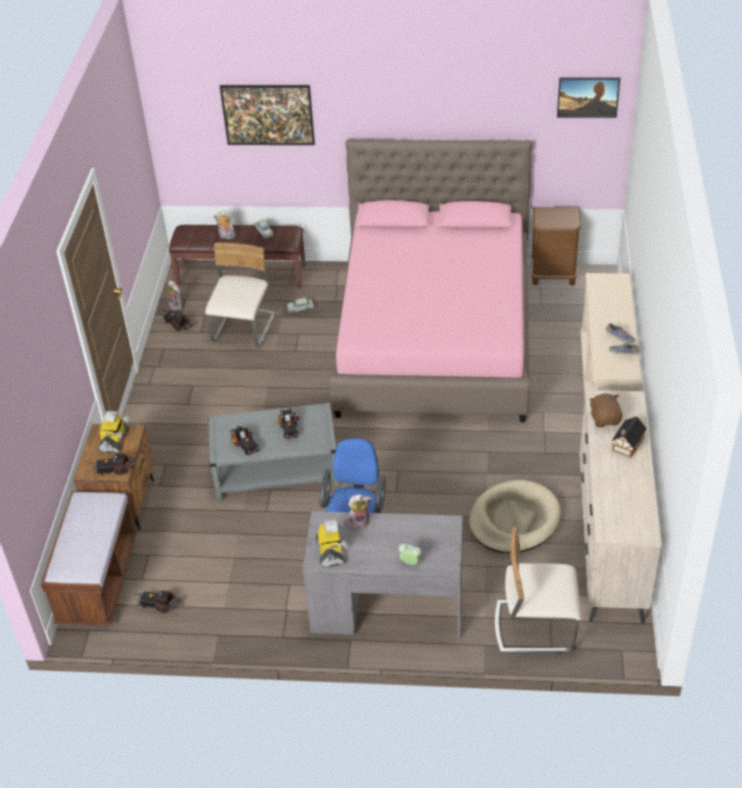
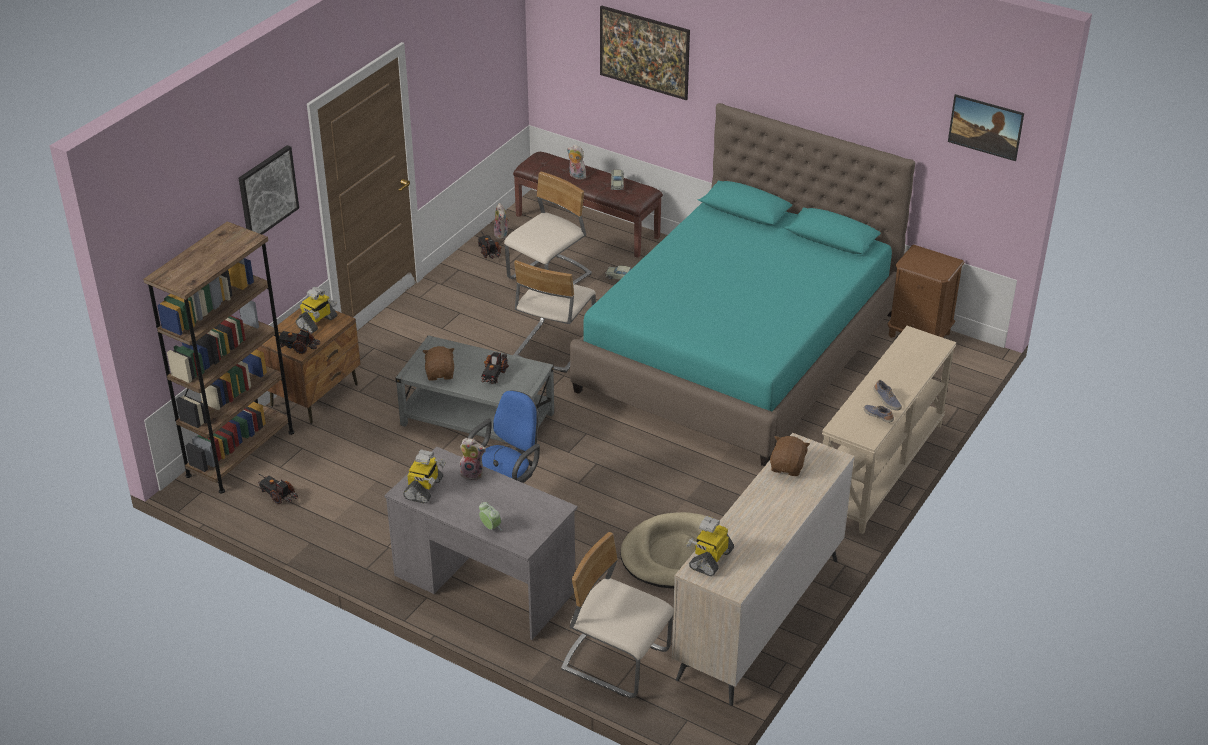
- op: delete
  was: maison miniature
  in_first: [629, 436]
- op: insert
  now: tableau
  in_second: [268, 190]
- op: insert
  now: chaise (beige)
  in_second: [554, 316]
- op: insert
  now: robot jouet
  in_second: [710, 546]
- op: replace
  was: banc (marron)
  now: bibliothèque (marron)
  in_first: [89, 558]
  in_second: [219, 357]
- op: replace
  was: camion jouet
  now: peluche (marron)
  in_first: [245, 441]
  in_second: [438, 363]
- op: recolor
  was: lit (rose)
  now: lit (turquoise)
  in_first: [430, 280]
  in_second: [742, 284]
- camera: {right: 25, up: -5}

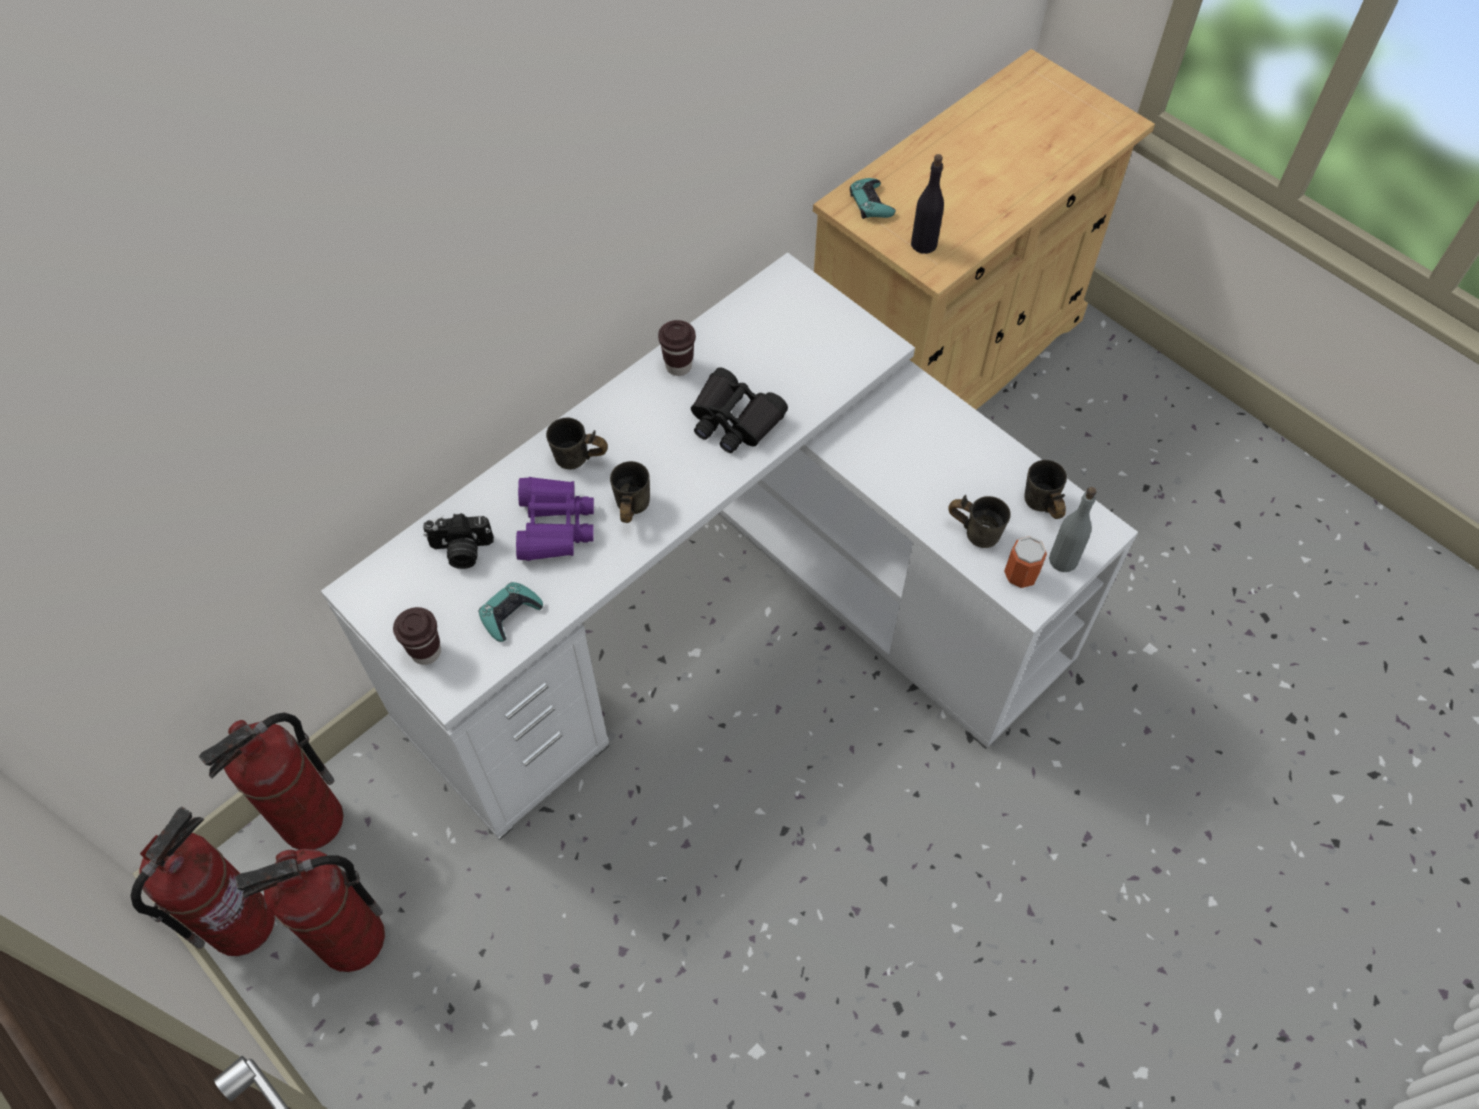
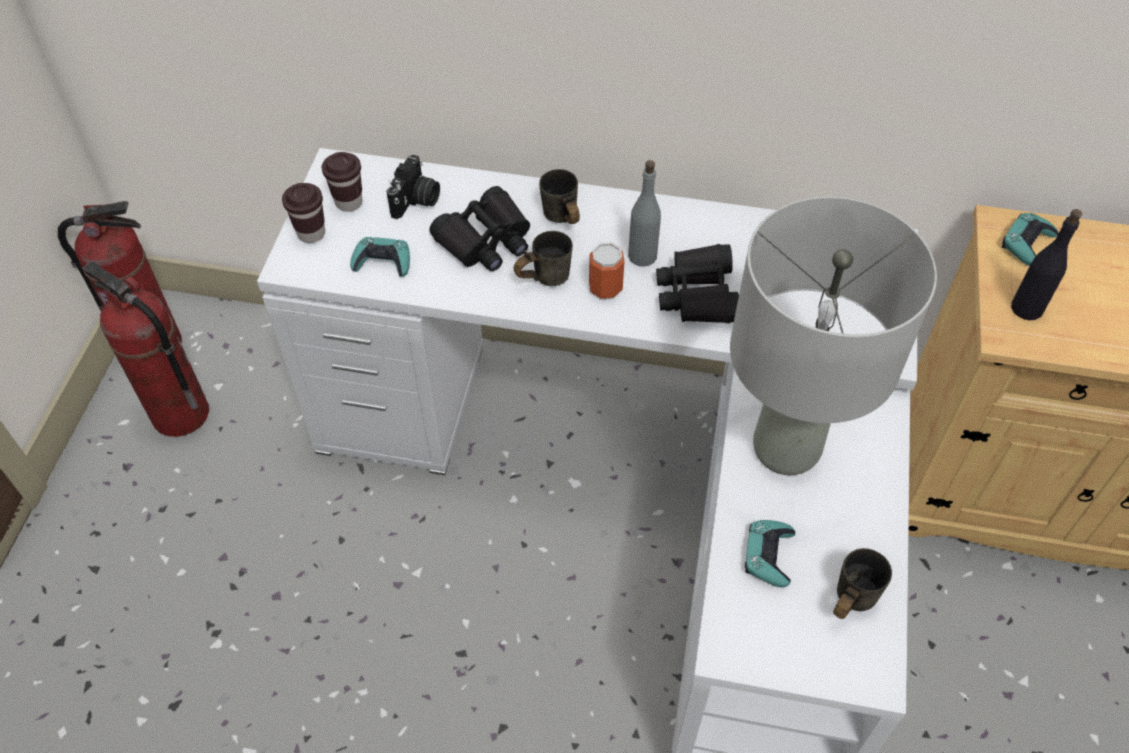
- op: delete
  was: extincteur
  in_first: [271, 781]
- op: insert
  now: lampe de table (gris)
  in_second: [833, 336]
- op: move
  was: tasse (marron)
  in_first: [677, 348]
  in_second: [342, 182]
- op: move
  was: boîte métallique
  in_first: [1025, 562]
  in_second: [607, 270]
- op: move
  was: bouteille (gris)
  in_first: [1073, 529]
  in_second: [644, 213]
- op: replace
  was: mug (gris)
  now: manette (turquoise)
  in_first: [979, 521]
  in_second: [770, 553]
- op: recolor
  was: jumelles (violet)
  now: jumelles (noir)
  in_first: [555, 519]
  in_second: [479, 228]
- op: rotate
  was: appareil photo
  in_first: [458, 541]
  in_second: [413, 187]
  clockwise: -120
- camera: {right: 55, up: -5}

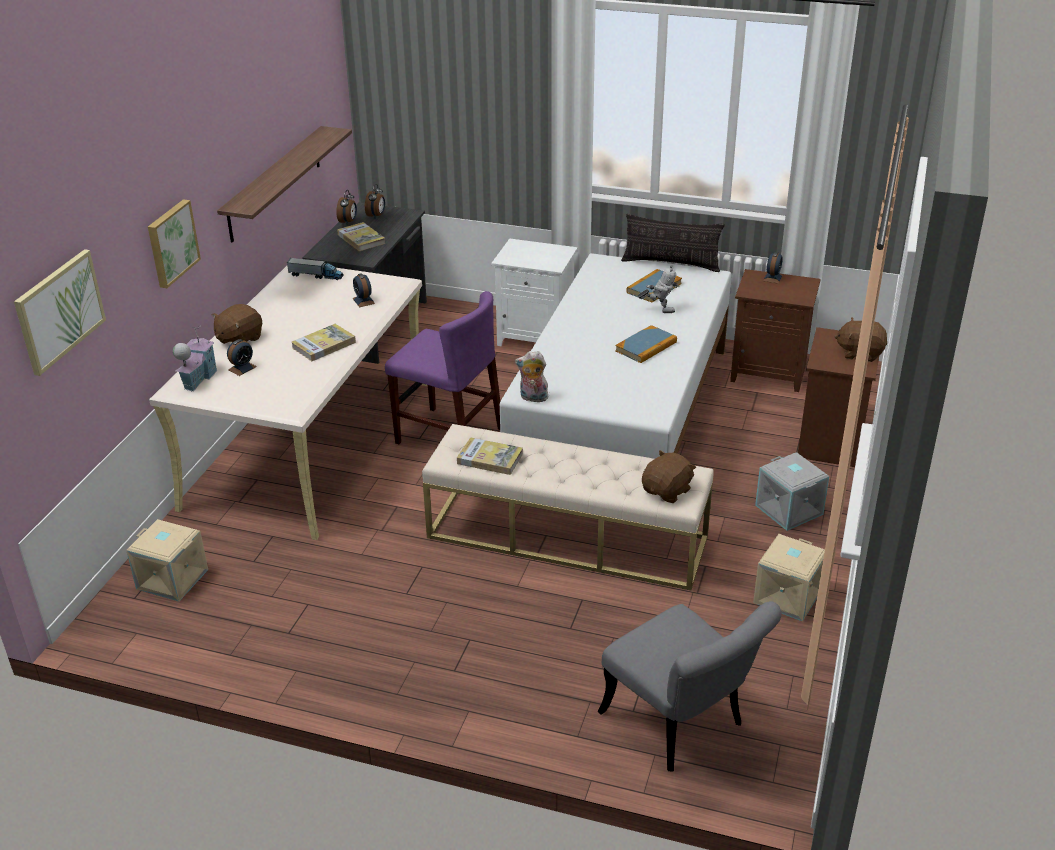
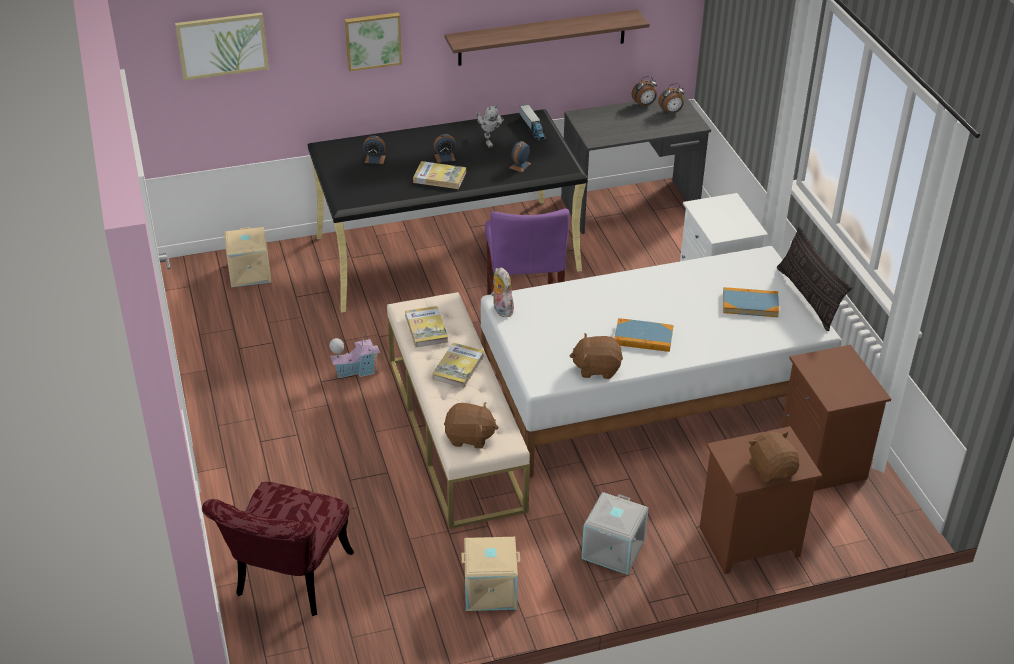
- op: move
  was: maison miniature
  in_first: [195, 359]
  in_second: [354, 355]
- op: move
  was: peluche (marron)
  in_first: [237, 324]
  in_second: [596, 356]
- op: move
  was: livre
  in_first: [361, 236]
  in_second: [458, 365]
- op: move
  was: robot jouet
  in_first: [659, 289]
  in_second: [490, 126]
- op: move
  was: réveil
  in_first: [773, 268]
  in_second: [445, 148]
- op: recolor
  was: bureau (beige)
  now: bureau (noir)
  in_first: [287, 403]
  in_second: [448, 210]
- op: recolor
  was: chaise (gris)
  now: chaise (rouge)
  in_first: [689, 686]
  in_second: [278, 549]
- camera: {right: 55, up: 5}

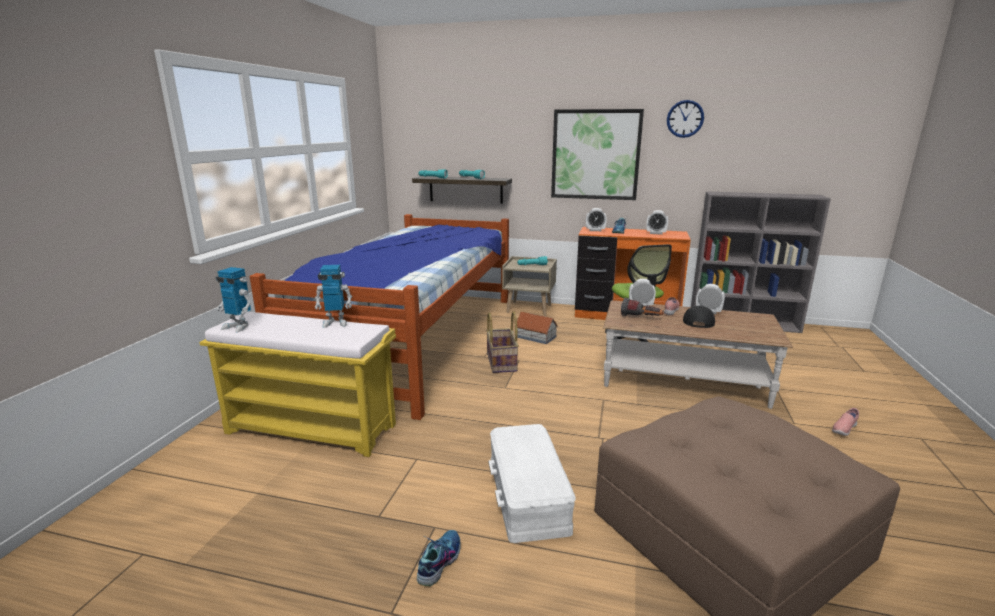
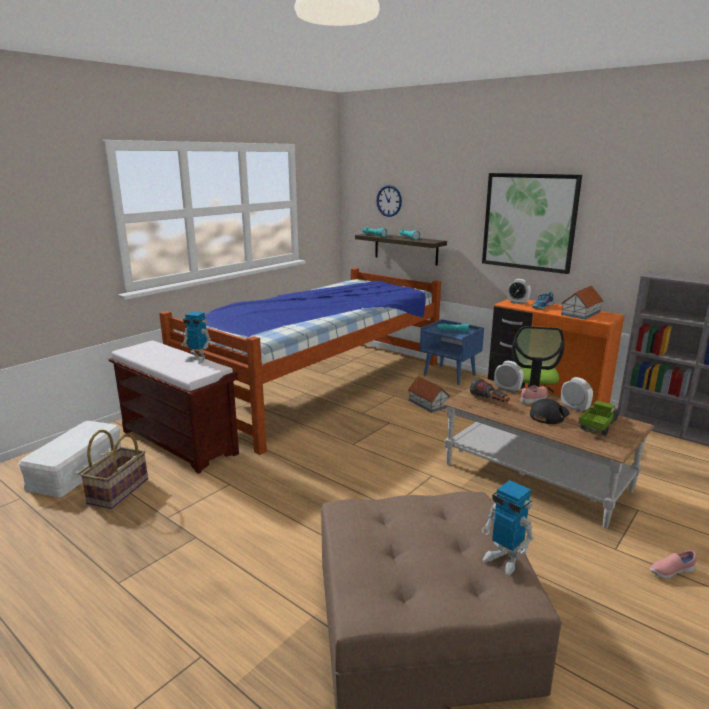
- op: delete
  was: chaussure
  in_first: [438, 558]
- op: insert
  now: camion jouet
  in_second: [598, 418]
- op: move
  was: robot jouet
  in_first: [234, 300]
  in_second: [508, 527]
- op: move
  was: panier
  in_first: [502, 342]
  in_second: [114, 469]
- op: move
  was: boîte de rangement (blanc)
  in_first: [532, 483]
  in_second: [70, 459]
- op: move
  was: horloge murale
  in_first: [685, 119]
  in_second: [389, 201]
- op: replace
  was: réveil
  now: maison miniature
  in_first: [657, 222]
  in_second: [582, 303]
- op: recolor
  was: banc (jaune)
  now: banc (marron)
  in_first: [297, 384]
  in_second: [174, 407]
- op: recolor
  was: table de chevet (beige)
  now: table de chevet (bleu)
  in_first: [529, 286]
  in_second: [452, 352]
- camera: {right: 25, up: 0}

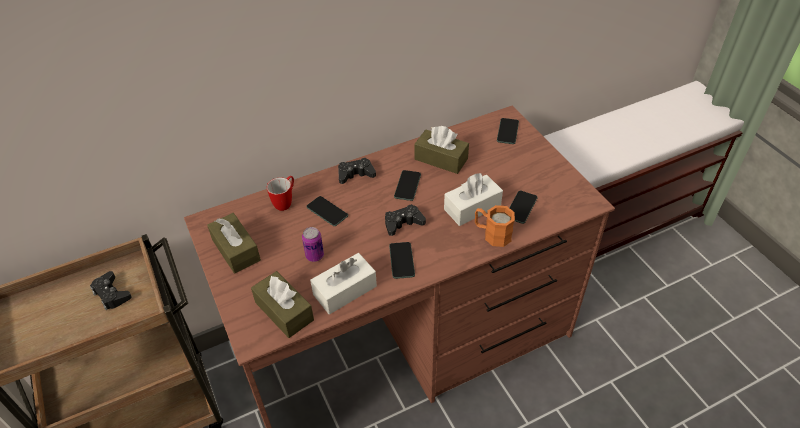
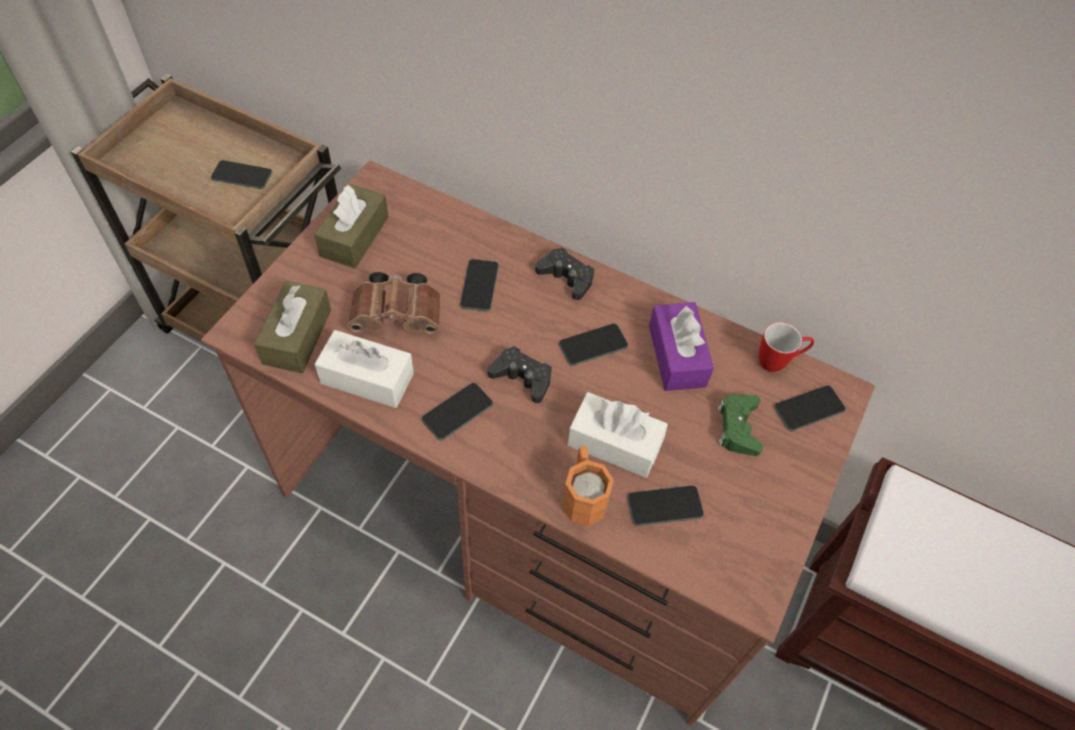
- op: insert
  now: manette (vert)
  in_second: [740, 425]
- op: move
  was: mug
  in_first: [280, 193]
  in_second: [786, 347]
- op: replace
  was: manette (noir)
  now: téléphone
  in_first: [111, 290]
  in_second: [241, 174]
- op: replace
  was: boîte métallique
  now: jumelles (marron)
  in_first: [313, 244]
  in_second: [394, 303]
- op: recolor
  was: boîte à mouchoirs (marron)
  now: boîte à mouchoirs (violet)
  in_first: [441, 150]
  in_second: [681, 346]
- camera: {right: 50, up: 10}

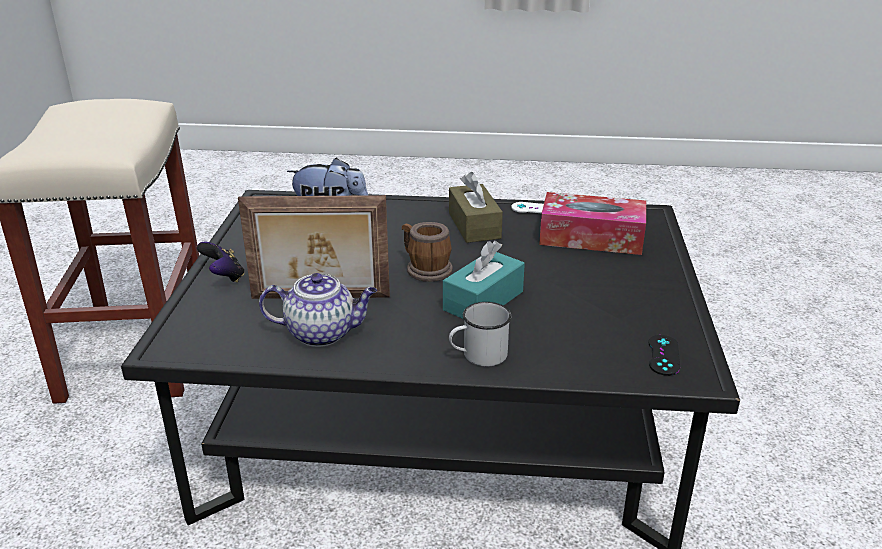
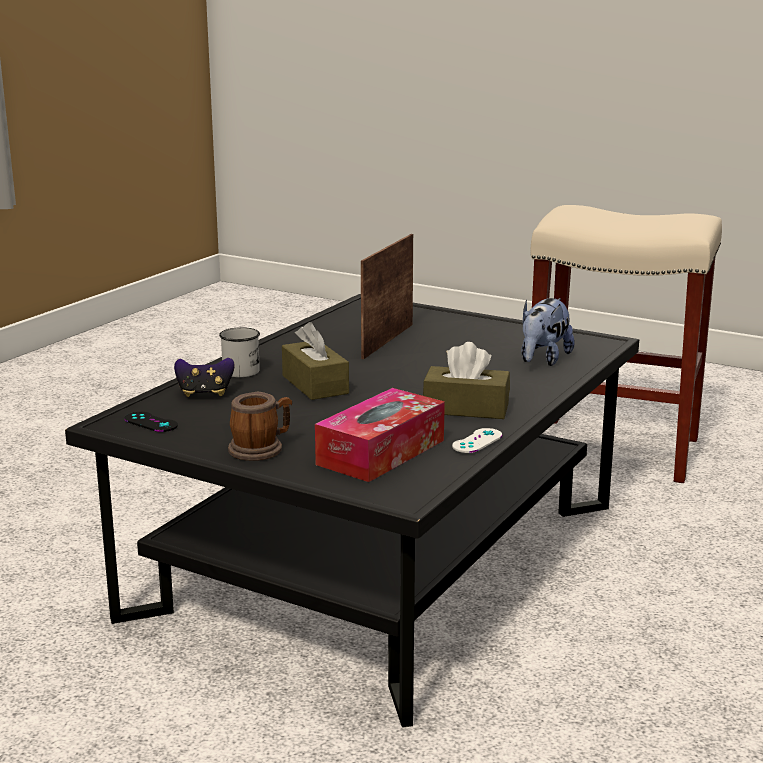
- op: delete
  was: théière
  in_first: [318, 310]
- op: move
  was: manette
  in_first: [221, 262]
  in_second: [204, 377]
- op: move
  was: mug
  in_first: [427, 252]
  in_second: [260, 426]
- op: recolor
  was: boîte à mouchoirs (turquoise)
  now: boîte à mouchoirs (marron)
  in_first: [484, 280]
  in_second: [315, 361]
- camera: {right: 115, up: -10}

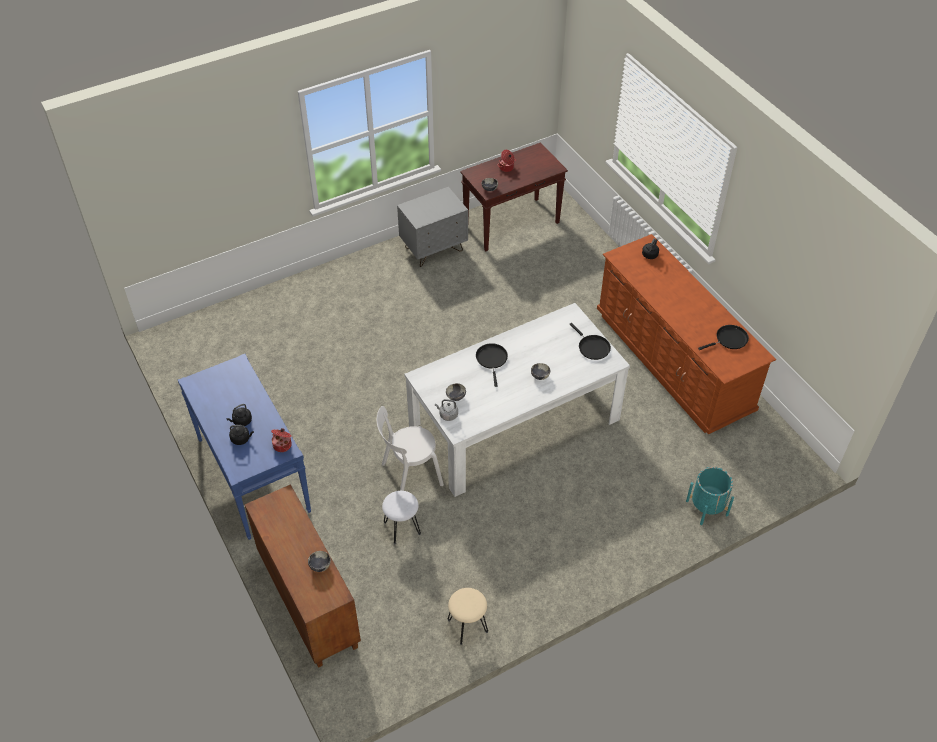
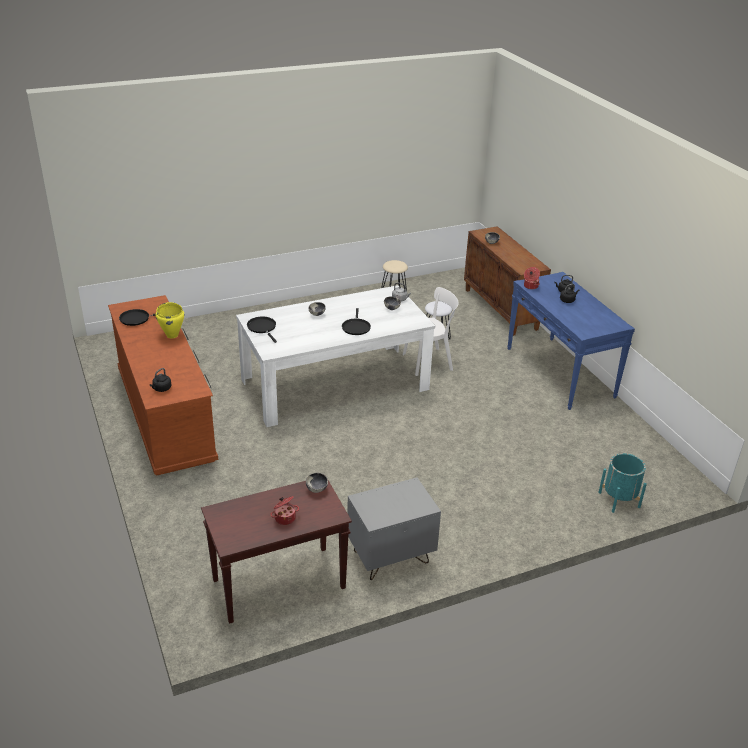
- op: insert
  now: marmite (jaune)
  in_second: [170, 320]
- op: move
  was: cache-pot (turquoise)
  in_first: [710, 496]
  in_second: [622, 483]
- camera: {right: -175, up: -15}

